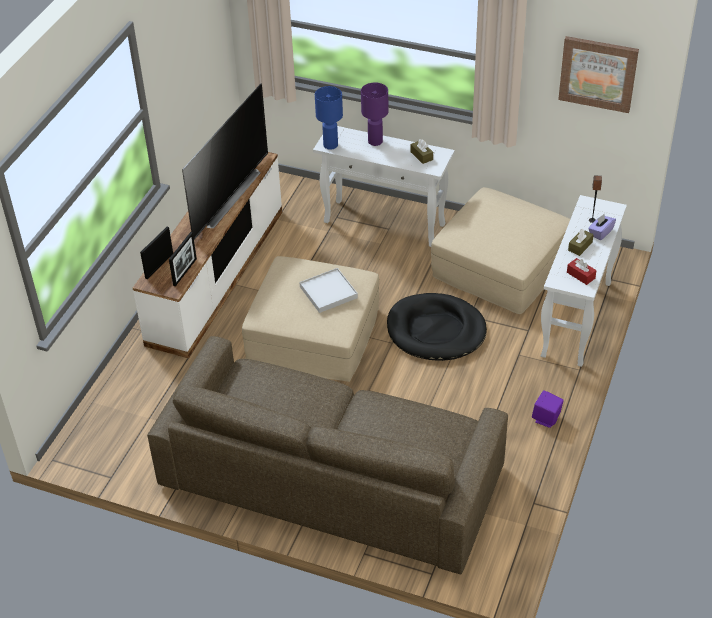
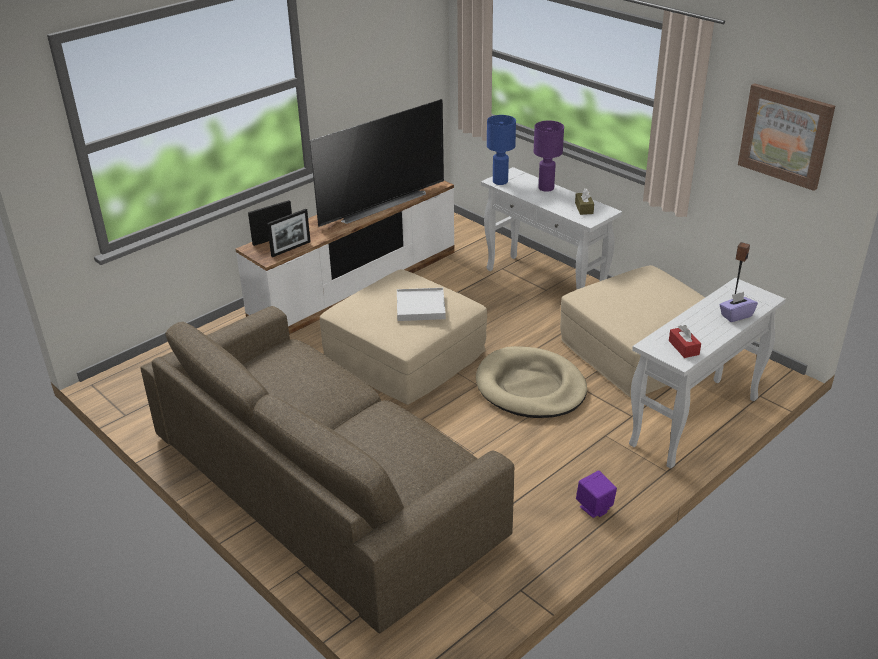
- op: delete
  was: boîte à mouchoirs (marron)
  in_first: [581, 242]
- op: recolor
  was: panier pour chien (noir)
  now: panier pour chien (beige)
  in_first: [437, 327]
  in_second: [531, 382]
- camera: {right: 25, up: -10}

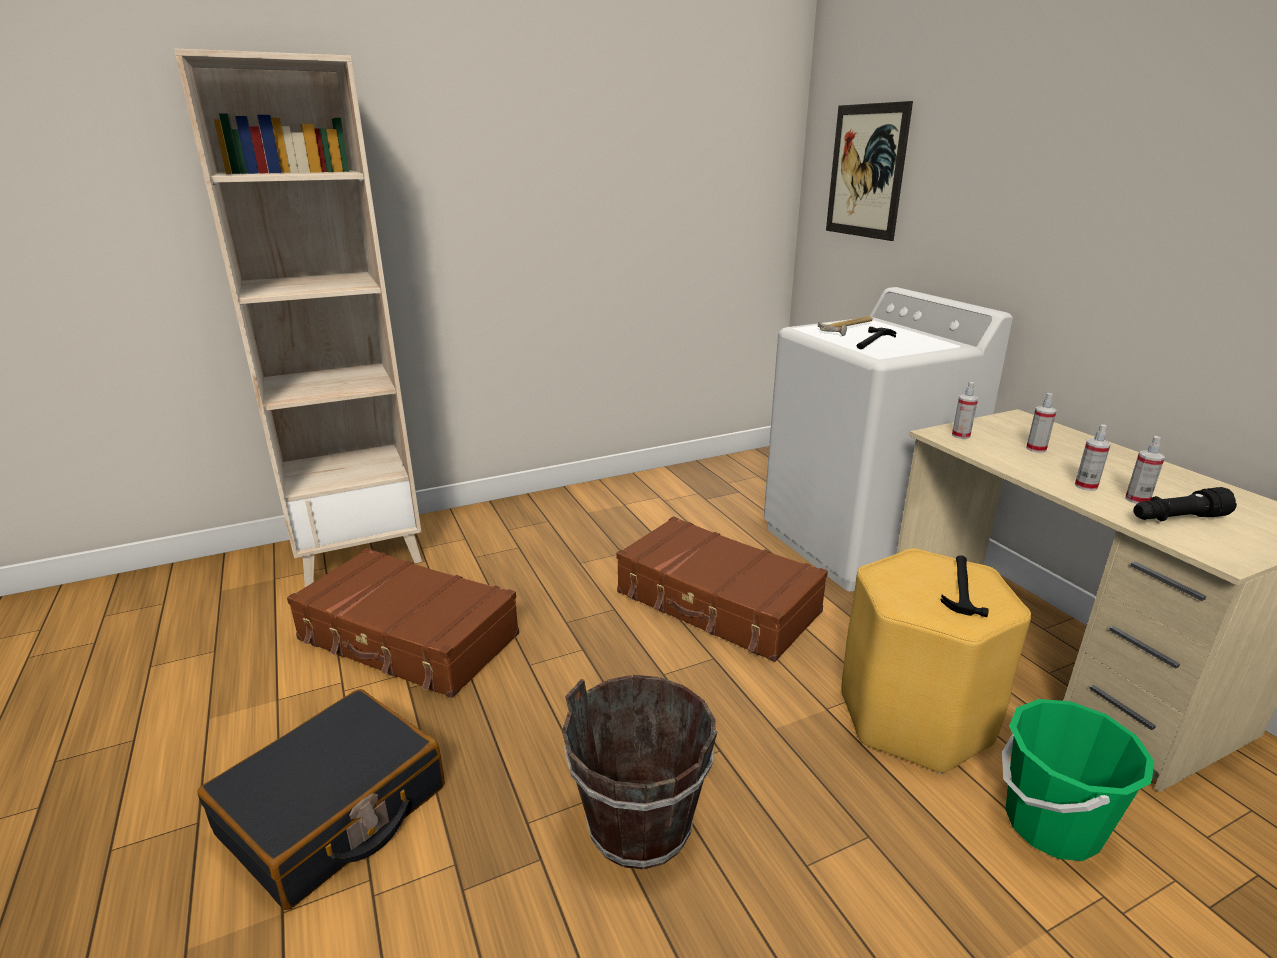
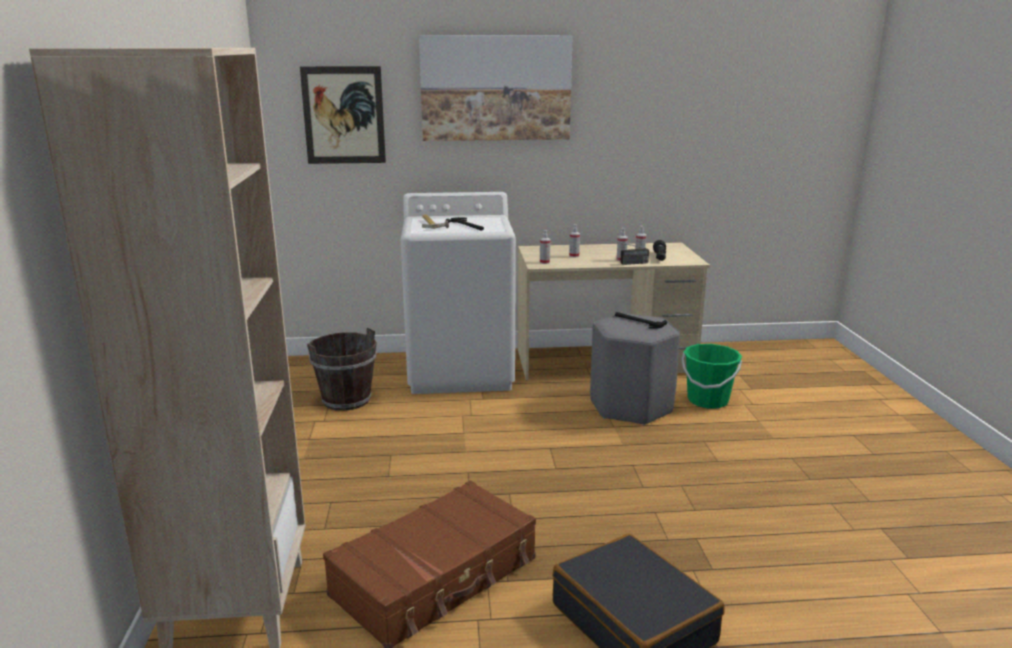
- op: delete
  was: valise (marron)
  in_first: [722, 589]
- op: insert
  now: tableau
  in_second: [496, 88]
- op: insert
  now: radio
  in_second: [629, 252]
- op: move
  was: seau (marron)
  in_first: [639, 772]
  in_second: [342, 369]
- op: recolor
  was: tabouret (jaune)
  now: tabouret (gris)
  in_first: [936, 661]
  in_second: [635, 369]
- camera: {right: -70, up: -5}

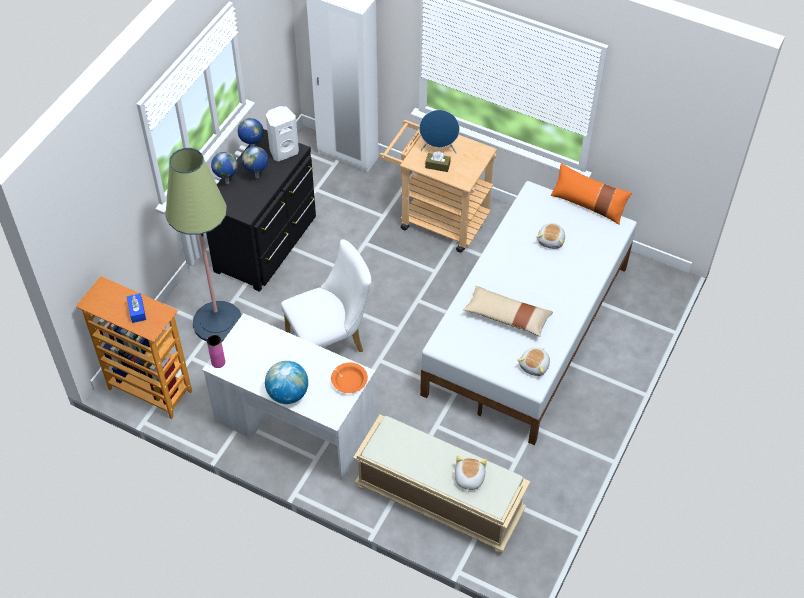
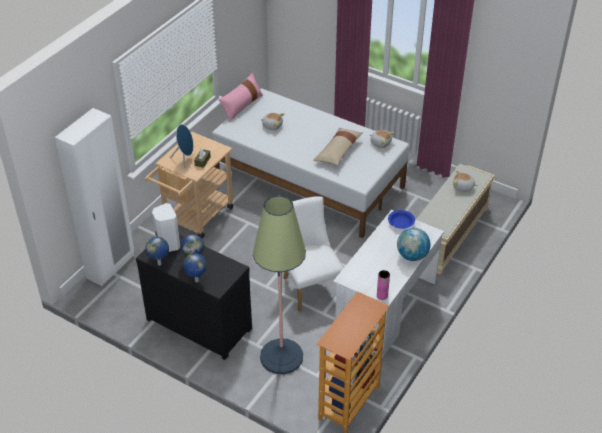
- op: delete
  was: boîte à mouchoirs (bleu)
  in_first: [136, 308]
- op: recolor
  was: bol (orange)
  now: bol (bleu)
  in_first: [349, 378]
  in_second: [401, 219]
- op: recolor
  was: coussin (orange)
  now: coussin (rose)
  in_first: [591, 194]
  in_second: [240, 97]
- camera: {right: -85, up: -10}

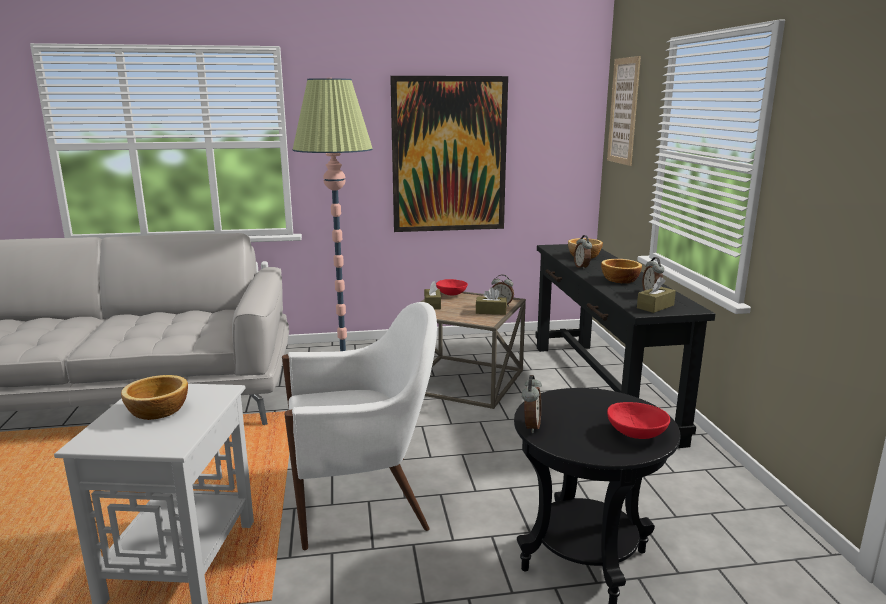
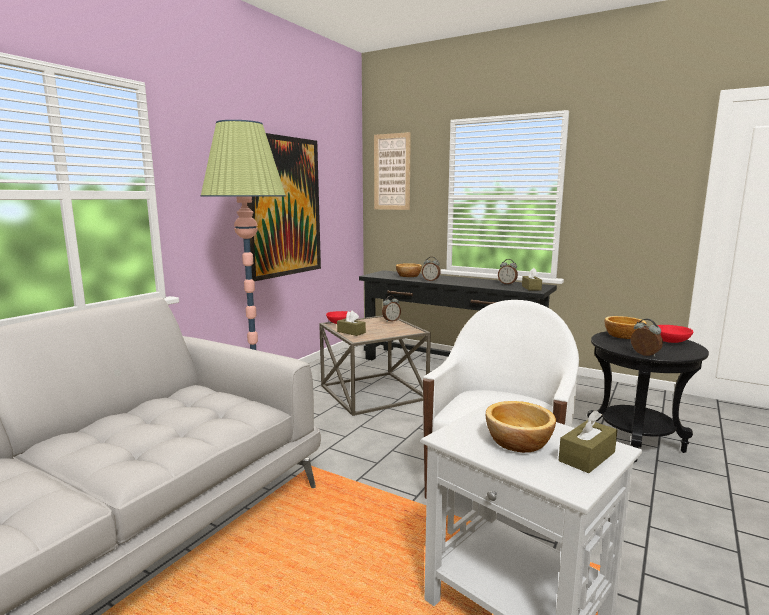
- op: move
  was: boîte à mouchoirs (marron)
  in_first: [491, 301]
  in_second: [588, 442]
- op: move
  was: bol
  in_first: [621, 271]
  in_second: [626, 327]
- camera: {right: -50, up: -5}

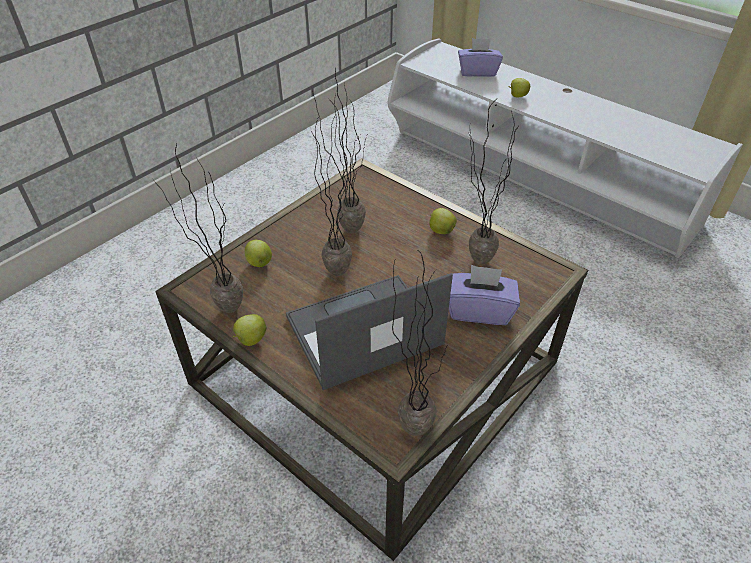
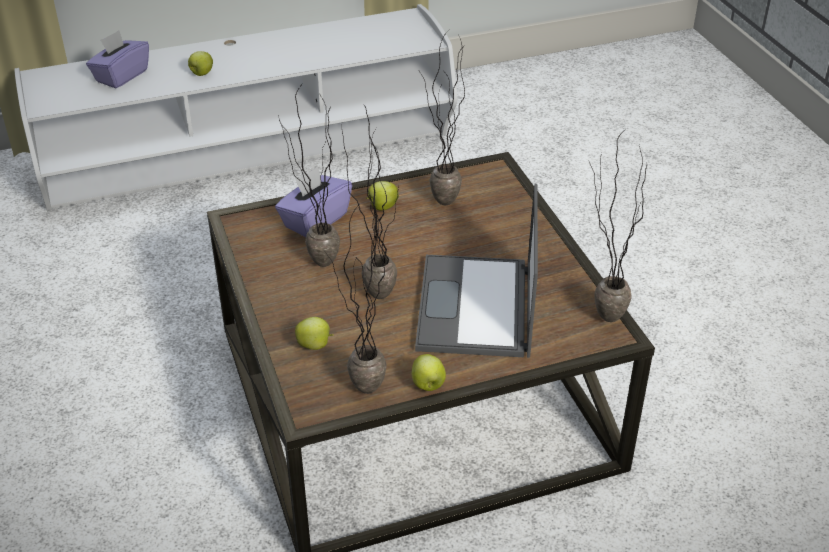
- op: move
  was: boîte à mouchoirs (violet)
  in_first: [484, 295]
  in_second: [313, 202]
- camera: {right: -60, up: -5}

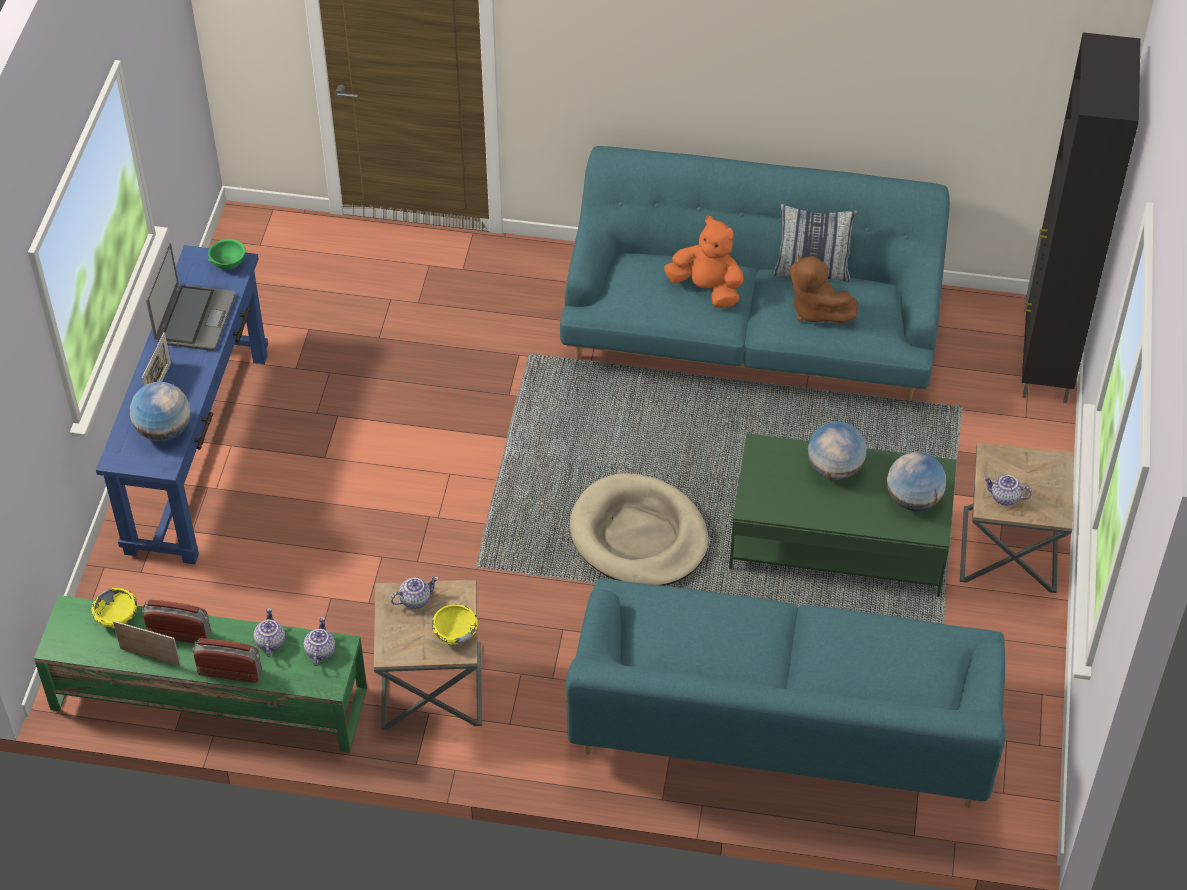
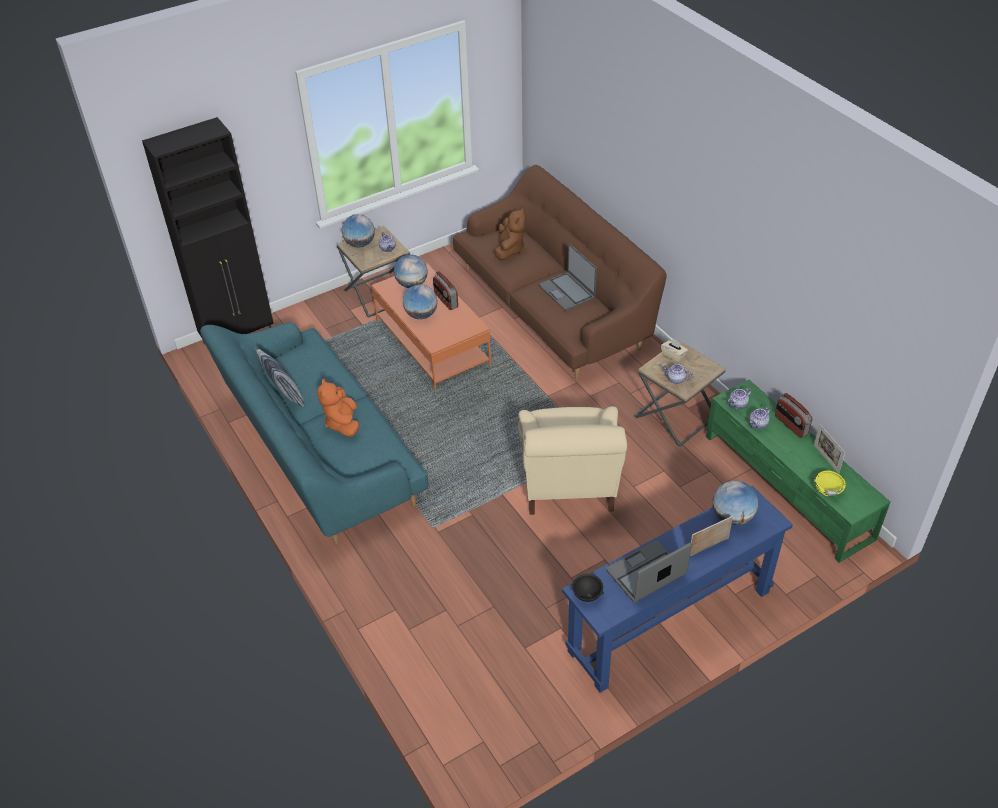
- op: delete
  was: panier pour chien (beige)
  in_first: [639, 529]
- op: insert
  now: globe
  in_second: [358, 230]
- op: insert
  now: fauteuil (beige)
  in_second: [572, 460]
- op: insert
  now: ordinateur portable
  in_second: [568, 277]
- op: move
  was: radio
  in_first: [176, 622]
  in_second: [445, 290]
- op: move
  was: peluche (marron)
  in_first: [824, 288]
  in_second: [510, 234]
- op: replace
  was: bol (jaune)
  now: boîte à mouchoirs (beige)
  in_first: [455, 624]
  in_second: [674, 350]
- op: recolor
  was: bol (vert)
  now: bol (noir)
  in_first: [227, 254]
  in_second: [587, 588]
- op: recolor
  was: canapé (turquoise)
  now: canapé (marron)
  in_first: [786, 693]
  in_second: [560, 272]
- op: recolor
  was: table basse (vert)
  now: table basse (orange)
  in_first: [843, 515]
  in_second: [431, 327]
- camera: {right: -130, up: -5}

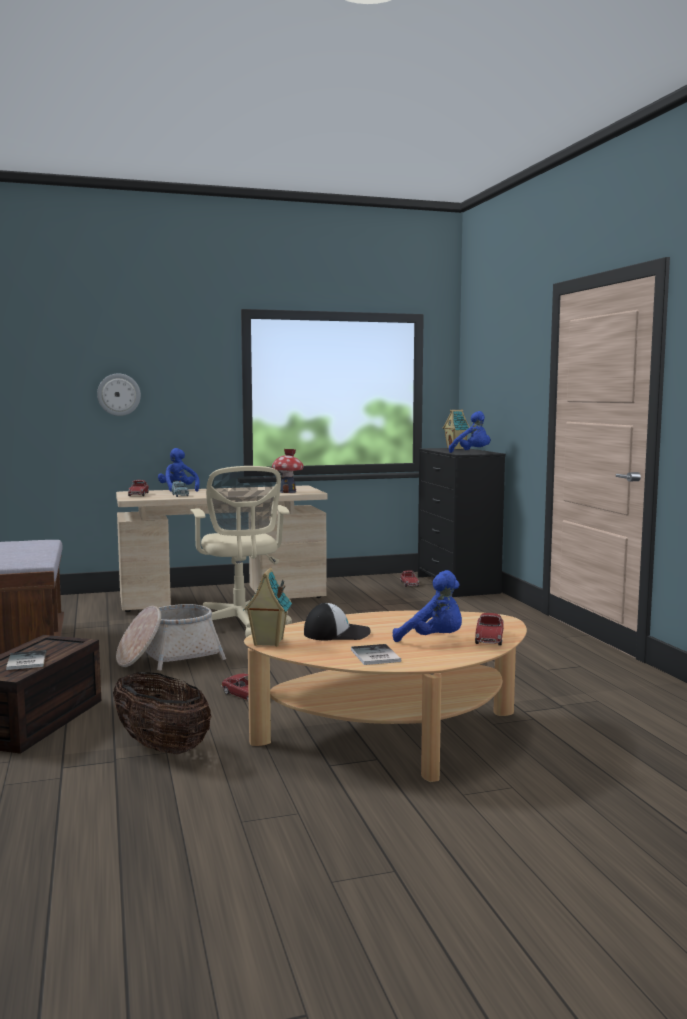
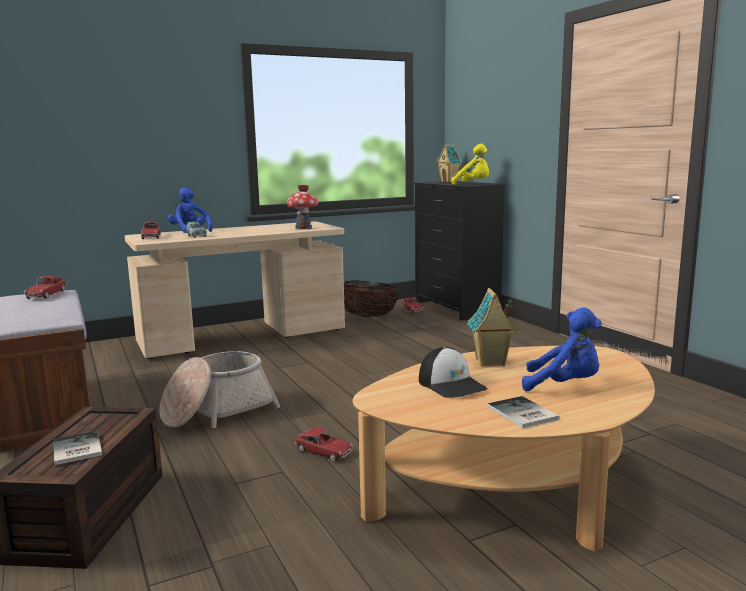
- op: delete
  was: horloge murale
  in_first: [119, 395]
- op: delete
  was: chaise de bureau (beige)
  in_first: [241, 551]
- op: move
  was: panier
  in_first: [162, 713]
  in_second: [371, 298]
- op: move
  was: maison miniature
  in_first: [268, 607]
  in_second: [492, 327]
- op: move
  was: petite voiture
  in_first: [489, 629]
  in_second: [45, 287]
- op: recolor
  was: peluche (bleu)
  now: peluche (jaune)
  in_first: [469, 432]
  in_second: [470, 164]
- op: rotate
  was: casquette
  in_first: [337, 621]
  in_second: [453, 372]
  clockwise: 75
- camera: {right: -10, up: 5}

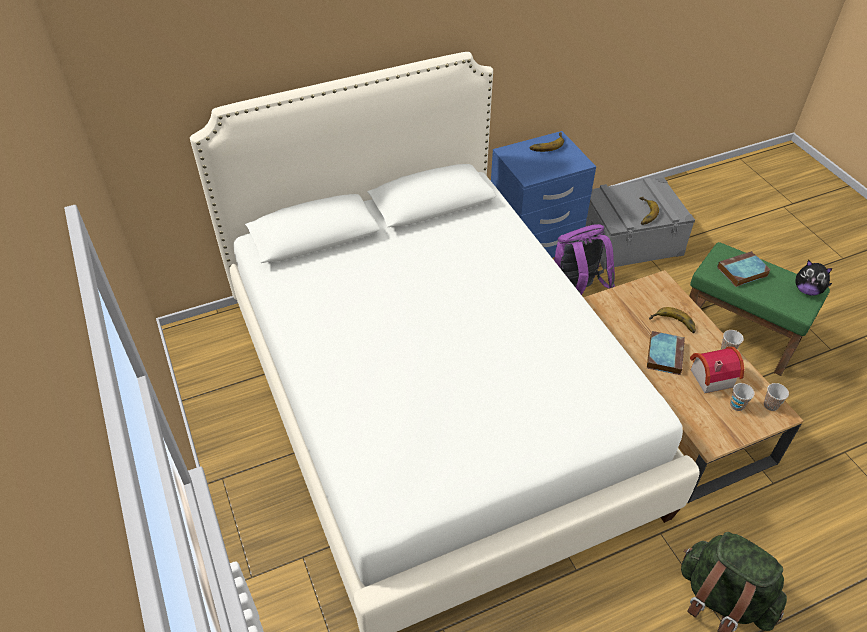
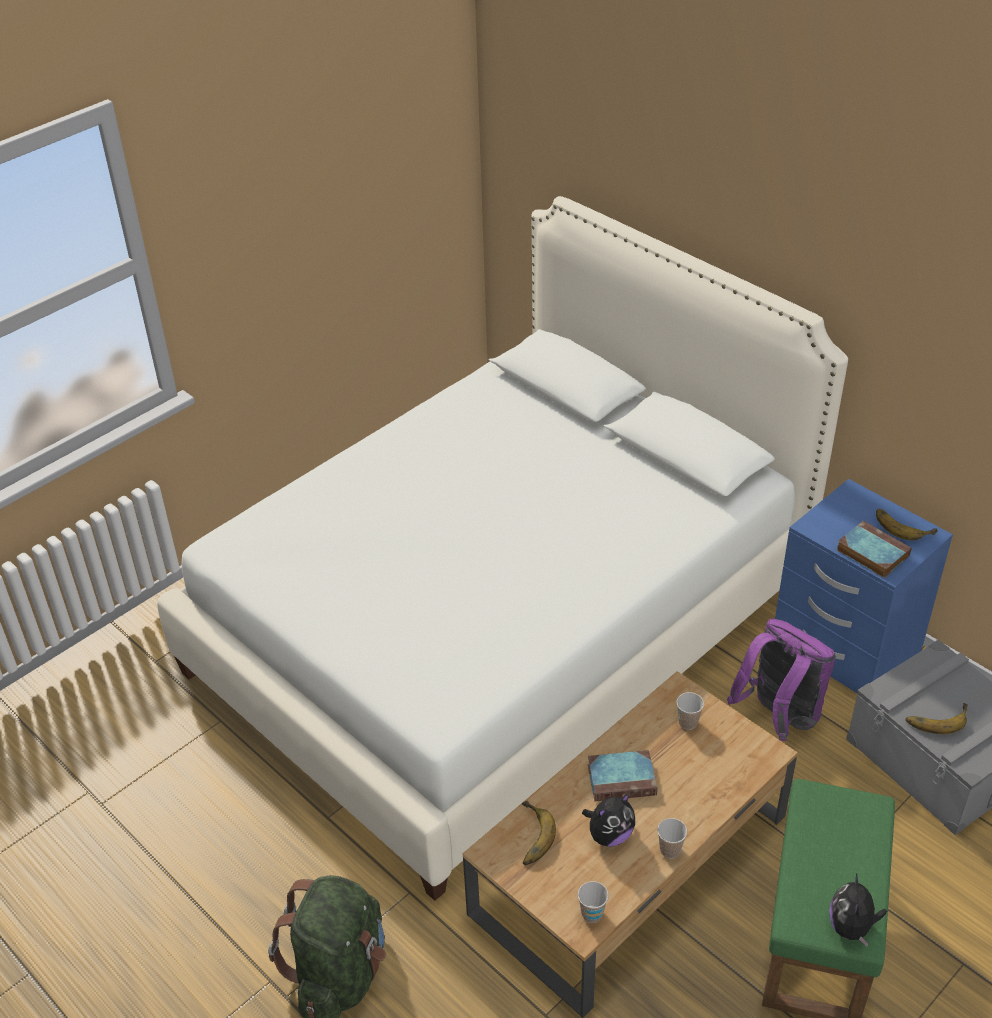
- op: move
  was: banane
  in_first: [672, 320]
  in_second: [539, 833]
- op: move
  was: livre
  in_first: [744, 269]
  in_second: [874, 549]
- op: move
  was: tasse
  in_first: [742, 397]
  in_second: [690, 711]
- op: replace
  was: maison miniature
  now: peluche
  in_first: [717, 369]
  in_second: [608, 820]
- camera: {right: 70, up: -5}

